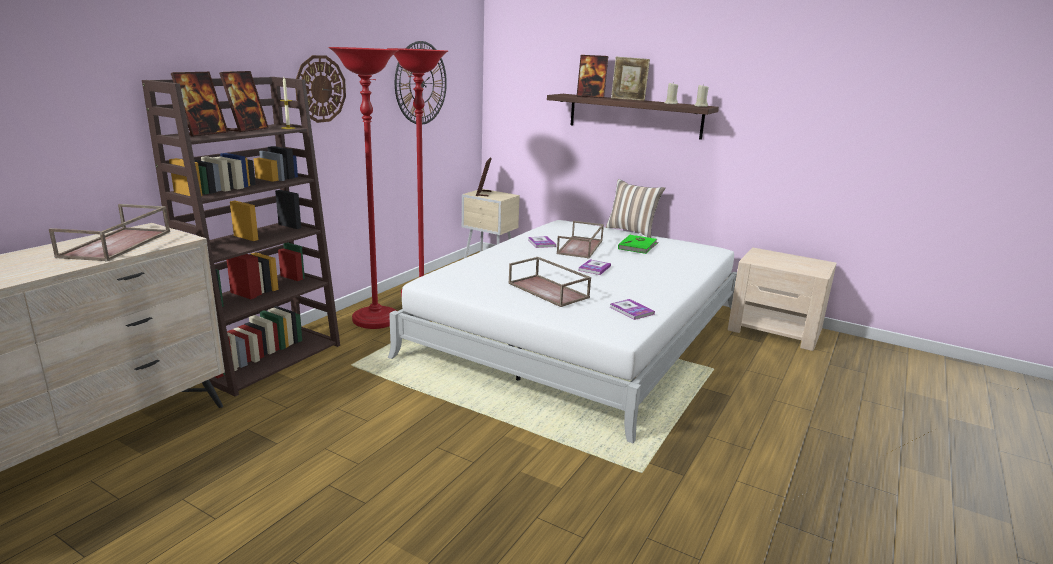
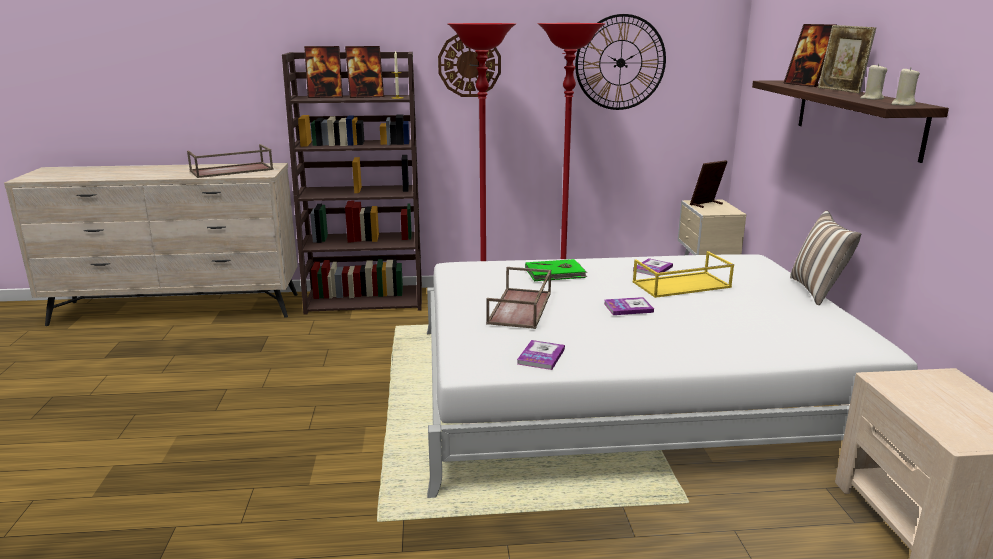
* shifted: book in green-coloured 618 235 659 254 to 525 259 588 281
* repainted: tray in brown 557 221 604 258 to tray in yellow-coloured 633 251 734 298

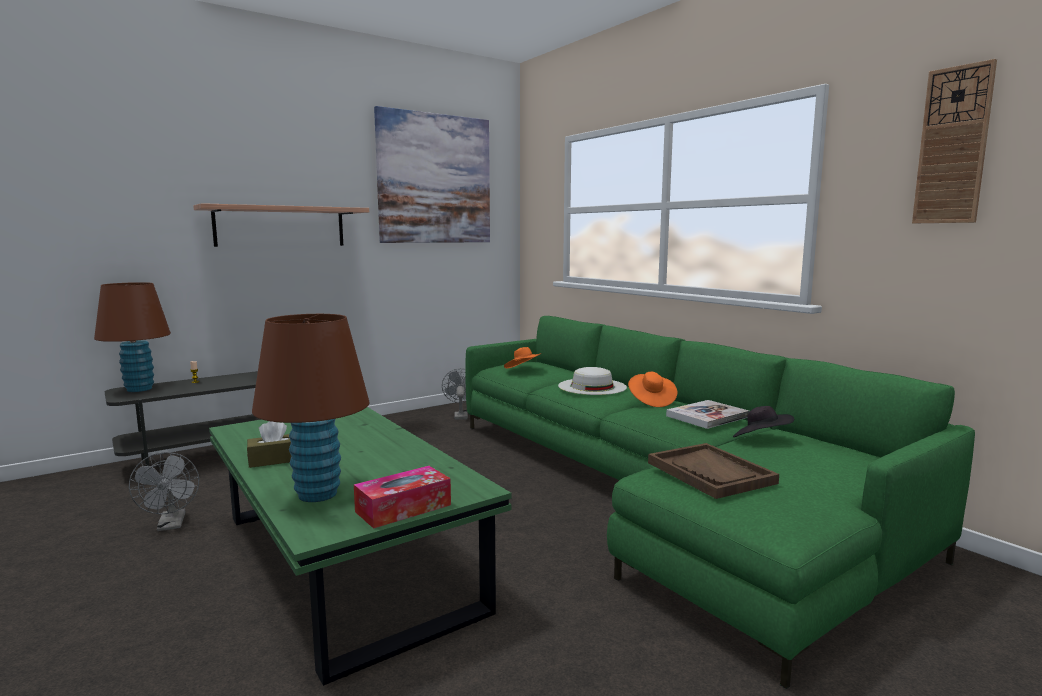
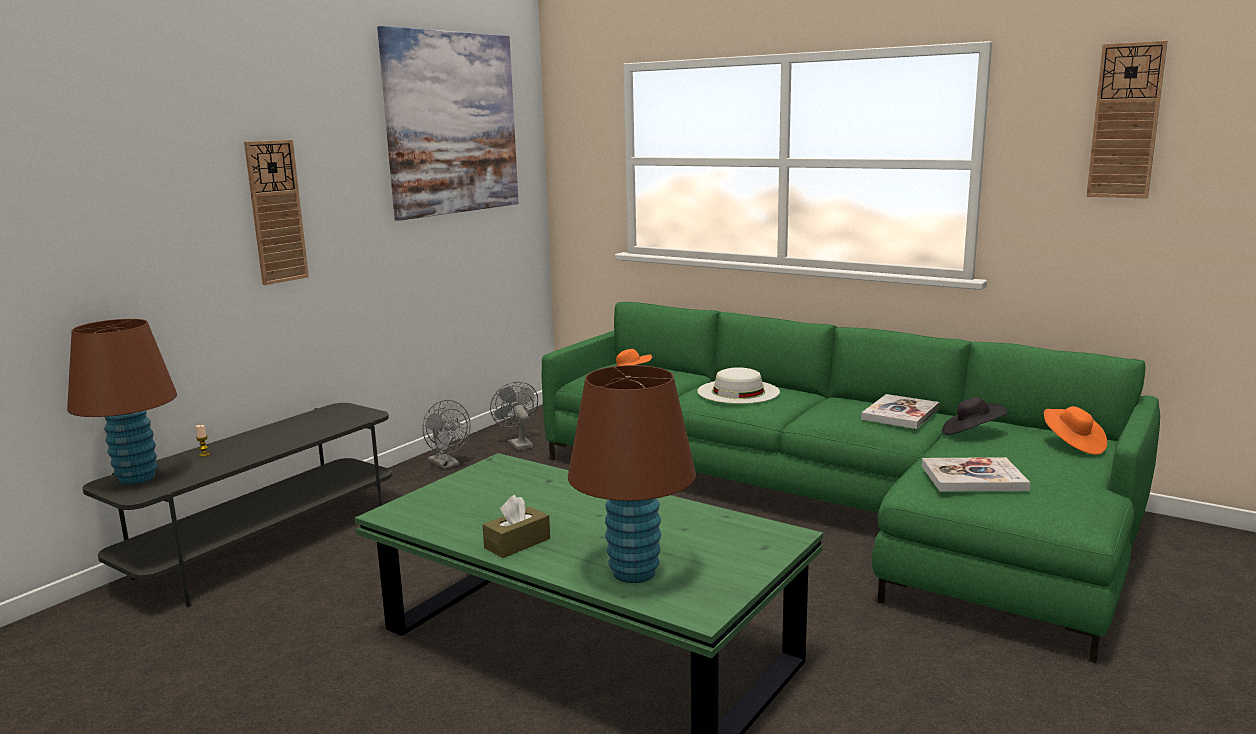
* gone: tissue holder 354 466 451 529
* shifted: fan in grey 129 452 199 531 to 422 400 471 469
* shifted: hat in orange 628 372 677 407 to 1044 406 1107 455
* swapped: wall shelf 193 203 369 247 to wall clock 244 140 309 285
* swapped: tray in brown 648 443 779 499 to book 922 457 1030 492

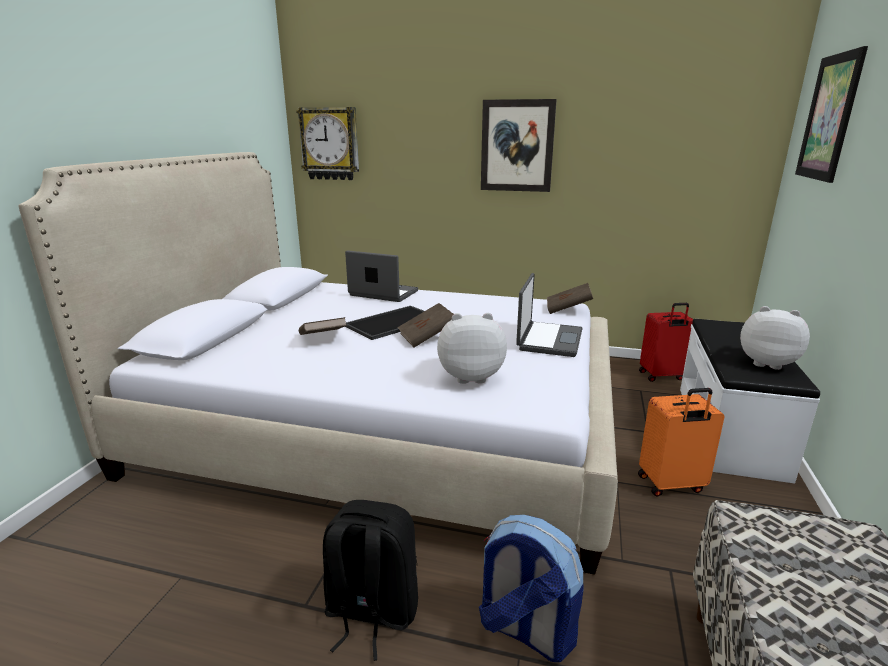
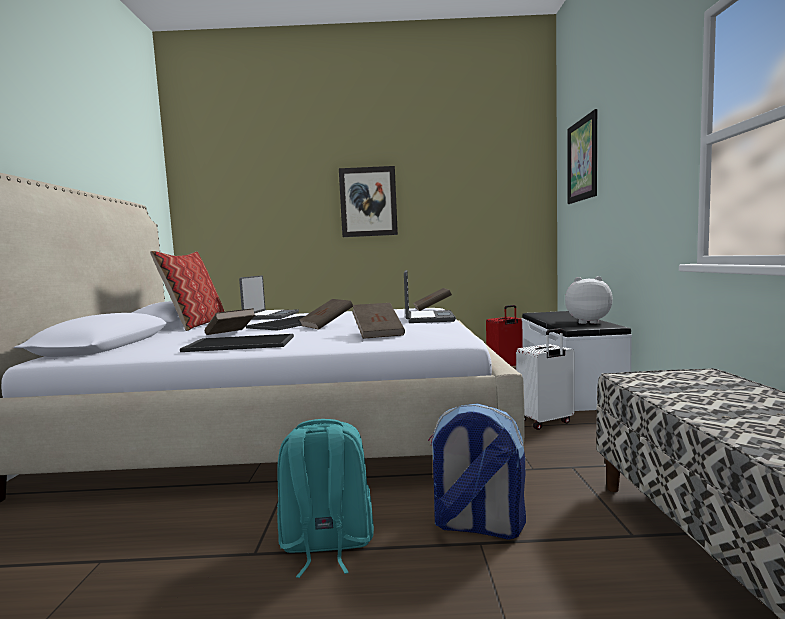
* gone: wall clock 296 107 359 180
* new: pillow 150 251 224 331
* new: tray 180 334 294 352
* swapped: soft toy 437 313 507 384 to book in brown 352 303 405 339
* repainted: backpack in blackish 323 500 418 661 to backpack in turquoise-coloured 277 419 374 578
* repainted: piece of luggage in orange 638 388 724 496 to piece of luggage in white-coloured 516 328 575 430
* rotated: notebook computer 345 250 418 302 = 239 275 299 320 90 degrees clockwise

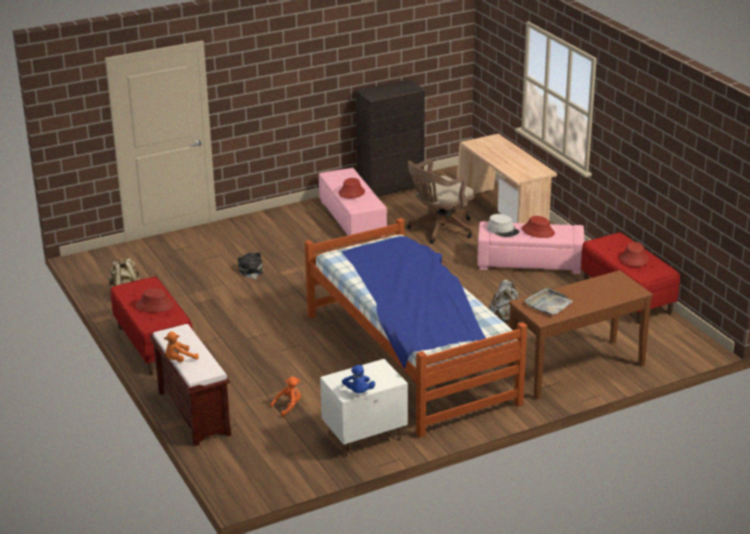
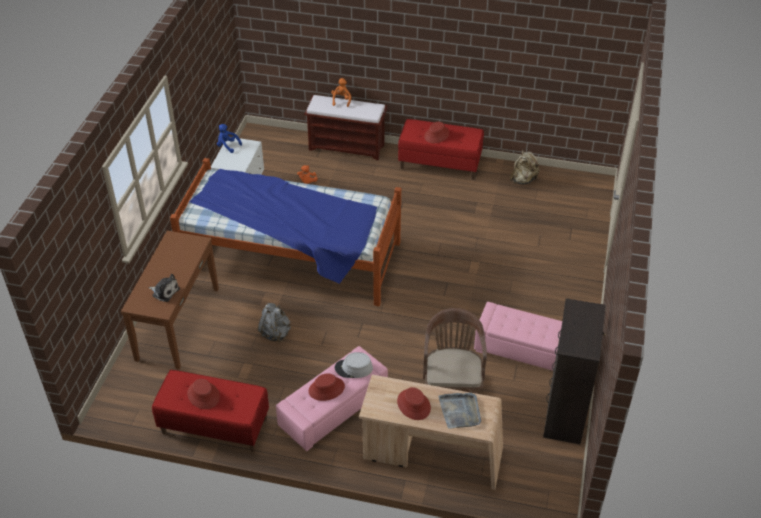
* shifted: soft toy 238 252 263 280 to 149 274 180 302
* shifted: hat in reddish 338 178 365 199 to 397 387 431 420
* shifted: tray in grey 525 288 573 315 to 439 393 481 428

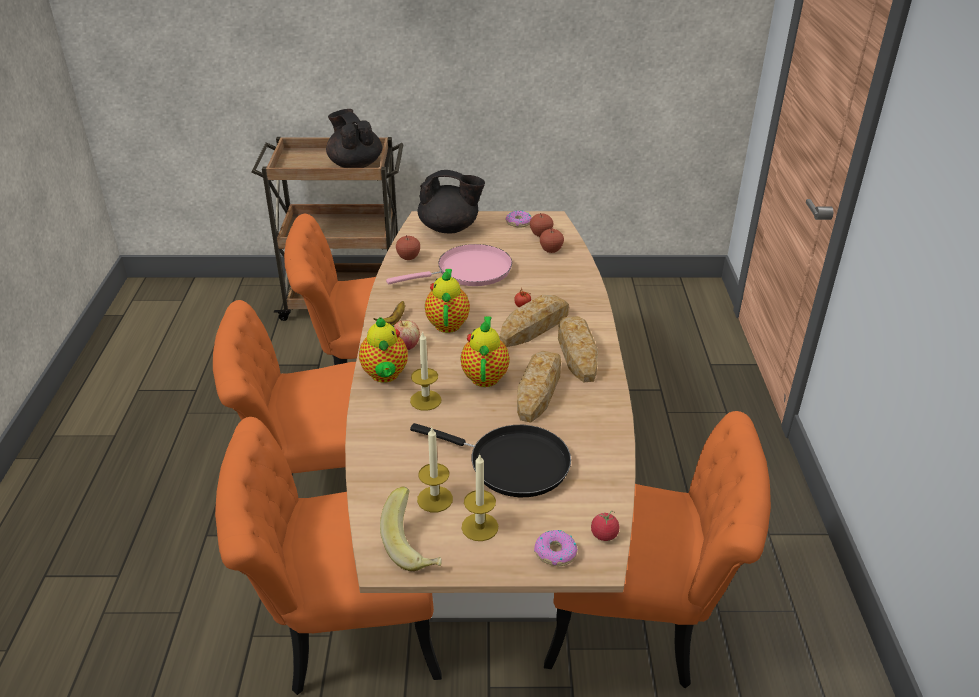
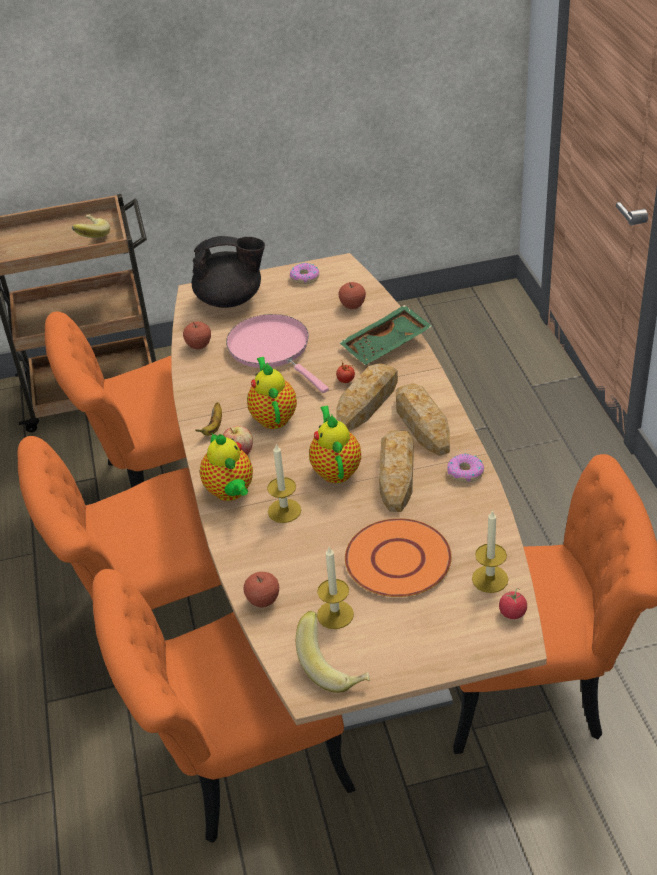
* new: tray in green-coloured 339 305 432 365
* shifted: wax candle 461 453 499 541 to 472 510 508 593
* shifted: whole apple 530 213 553 237 to 244 572 279 607
* shifted: doughnut 534 530 578 566 to 447 454 484 482
* swapped: tea pot in blackish 326 109 382 168 to whole banana 72 214 110 238
* swapped: pan in blackish 410 423 571 497 to flat dish in orange 345 518 452 597
* rotated: pan in pinkish 386 244 512 286 = 226 314 329 393 90 degrees counterclockwise

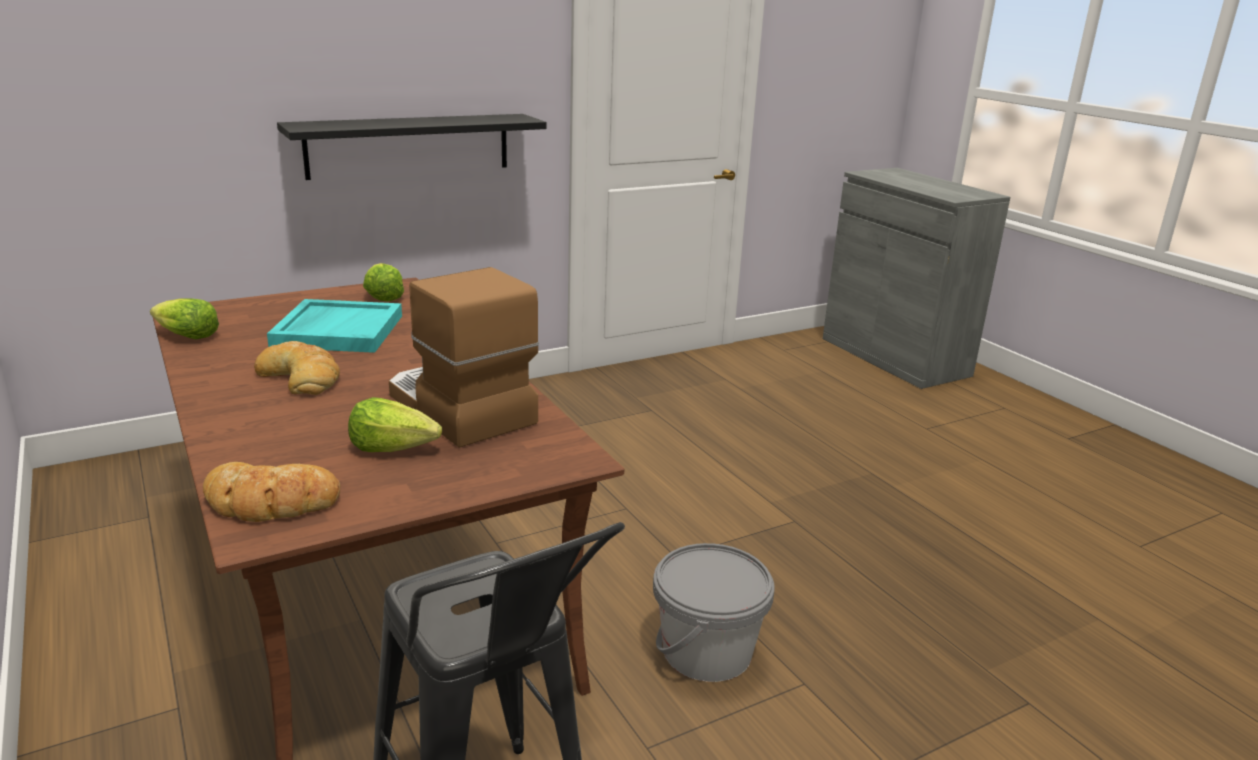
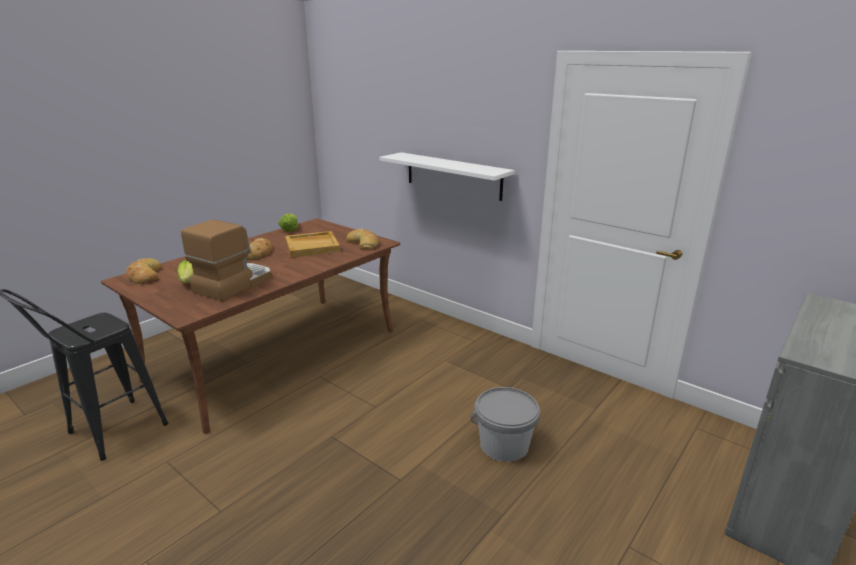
* shifted: water bucket in grey 653 543 775 682 to 470 387 540 462
* swapped: head of lettuce 363 263 404 301 to bakery bread 346 229 379 250
* repainted: tray in turquoise-coloured 267 299 402 353 to tray in sand-coloured 285 231 340 258
* repainted: wall shelf in blackish 277 114 547 180 to wall shelf in white-coloured 379 152 515 201

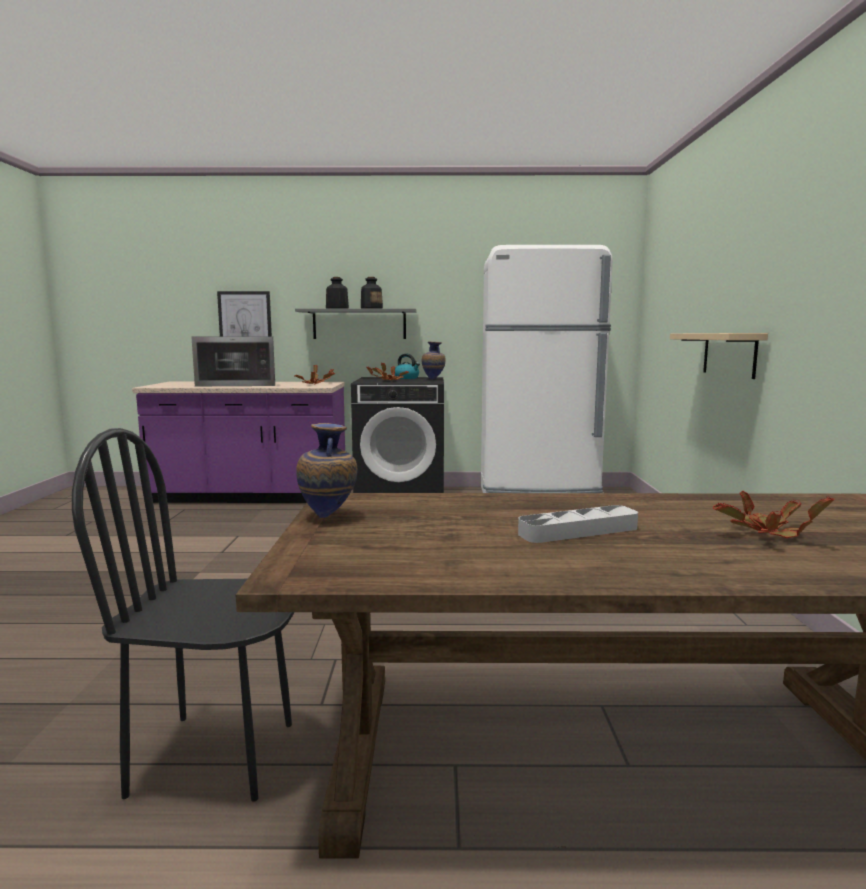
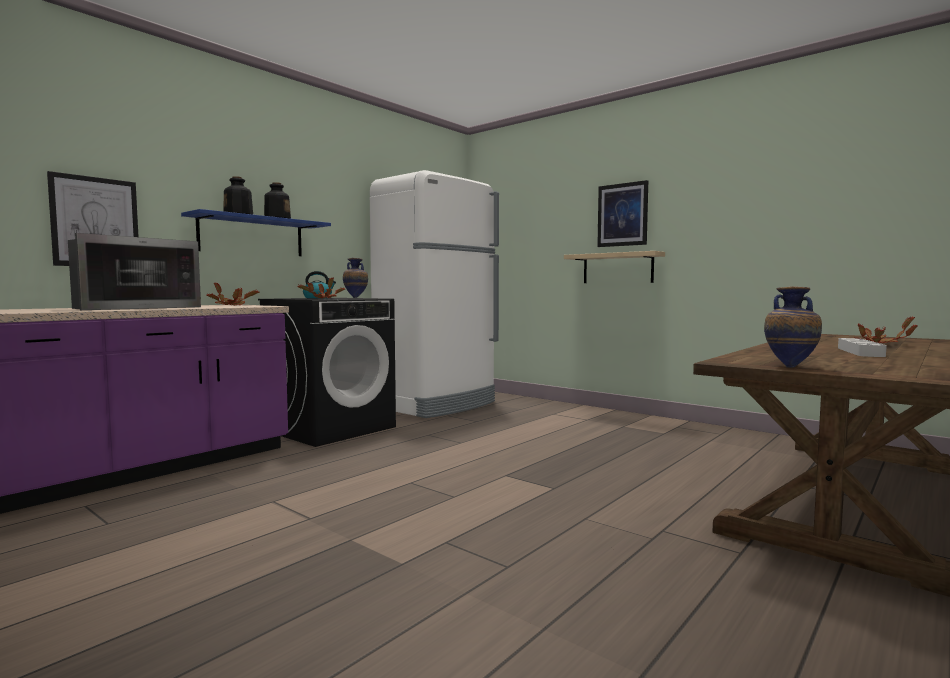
* gone: plain chair in blackish 72 428 295 802
* new: wall picture 597 180 648 247
* repainted: wall shelf in grey 295 308 417 339 to wall shelf in bluish 181 209 331 256

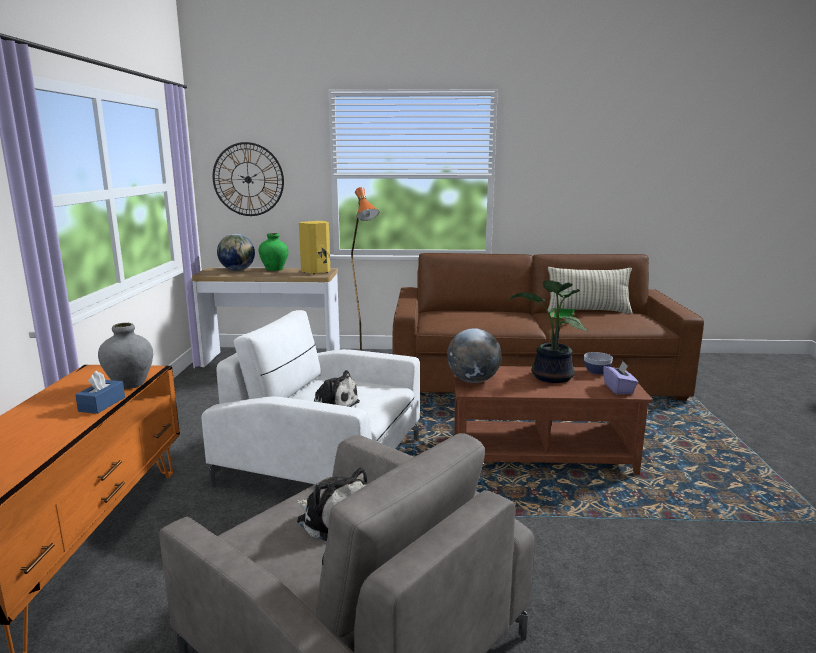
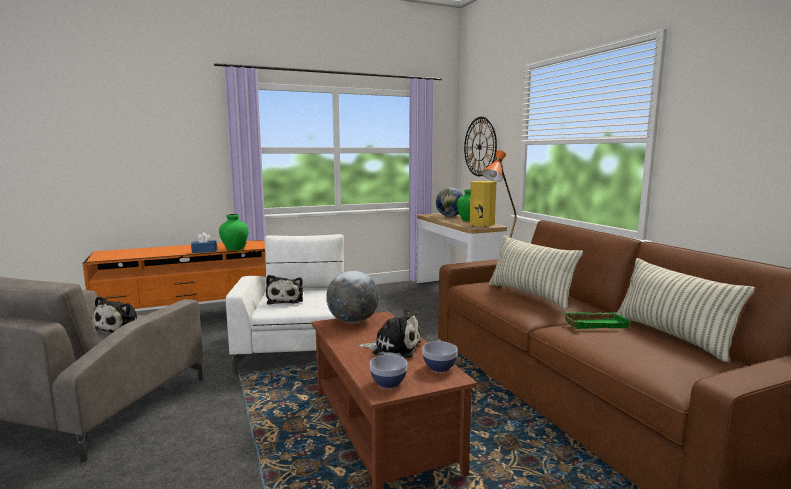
* new: pillow 489 235 583 309
* swapped: potted plant 510 280 589 383 to soft toy 358 309 421 358
* swapped: tissue holder in purple 603 361 638 394 to serving bowl 370 355 407 388
* repainted: vase in grey 98 323 153 389 to vase in green-coloured 219 214 249 251

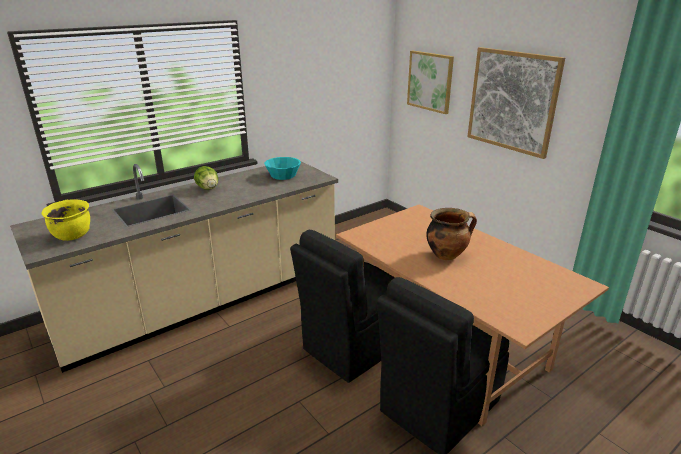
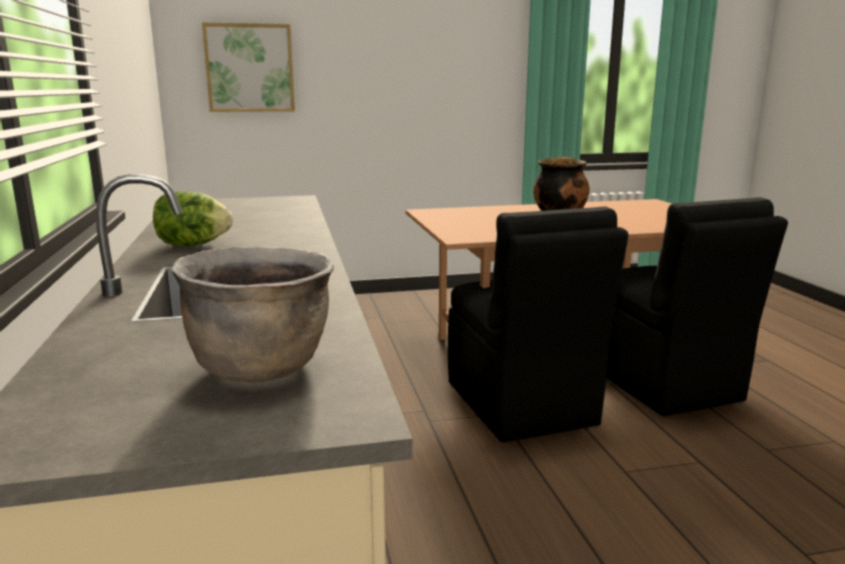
* gone: serving bowl in turquoise-coloured 264 157 301 180
* gone: wall picture 467 47 565 159
* repainted: stockpot in yellow-coloured 41 199 90 241 to stockpot in brown 171 247 334 382

